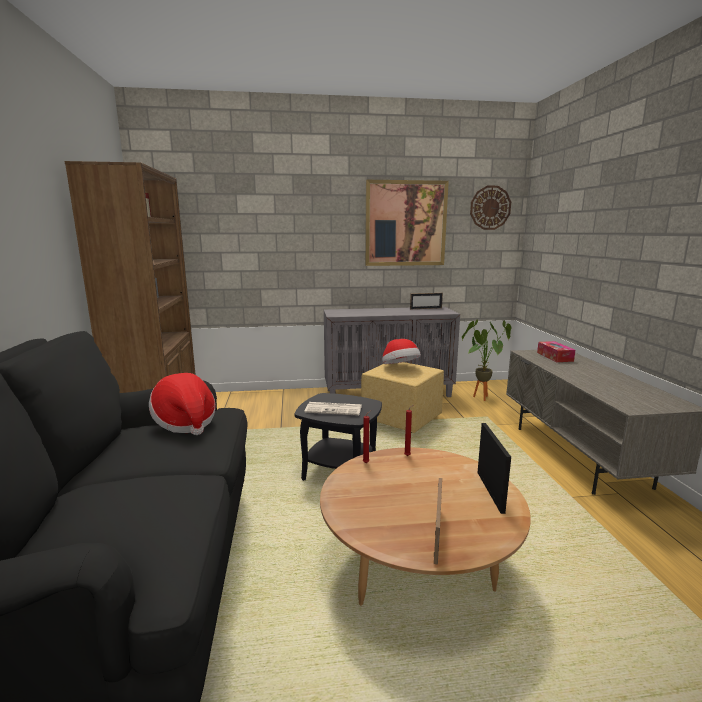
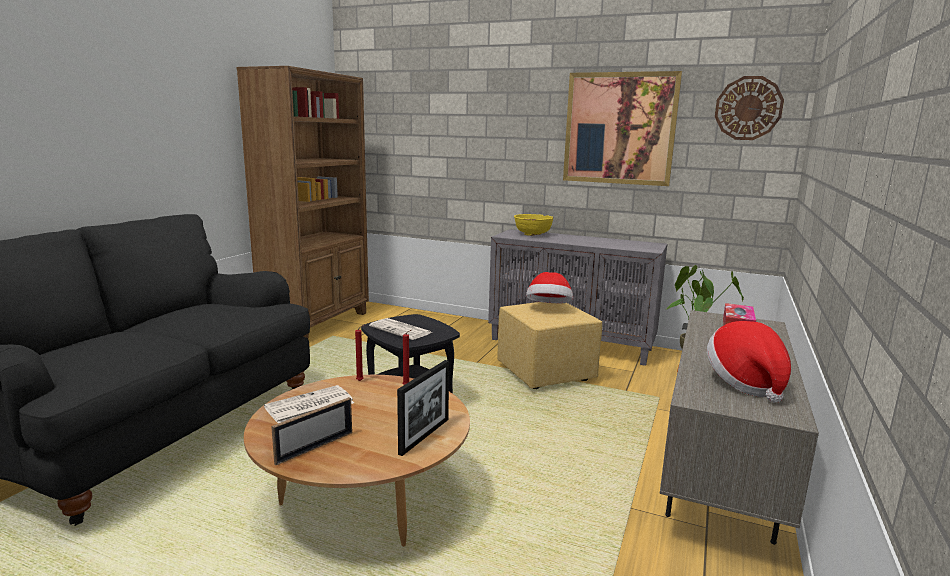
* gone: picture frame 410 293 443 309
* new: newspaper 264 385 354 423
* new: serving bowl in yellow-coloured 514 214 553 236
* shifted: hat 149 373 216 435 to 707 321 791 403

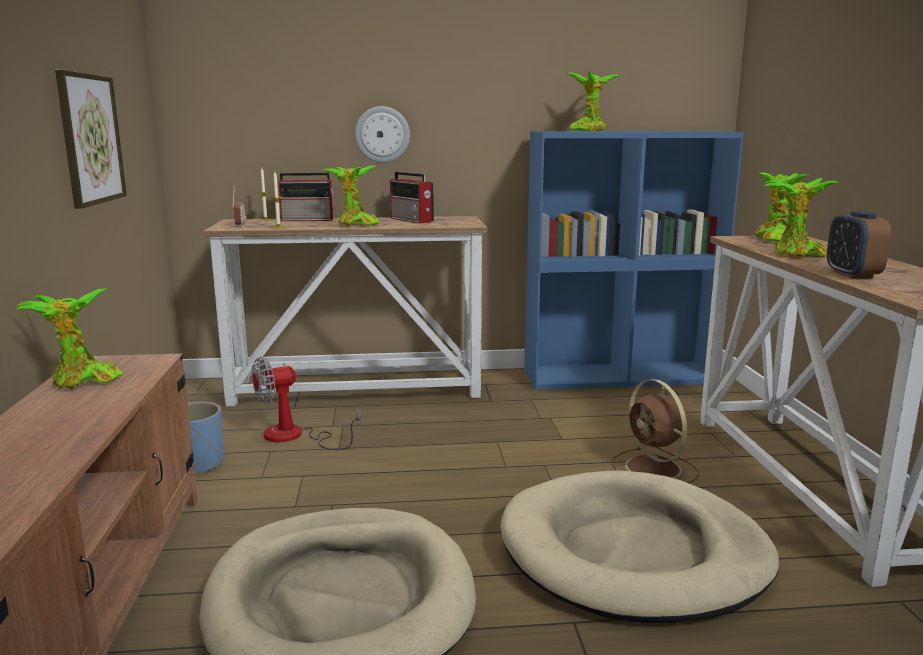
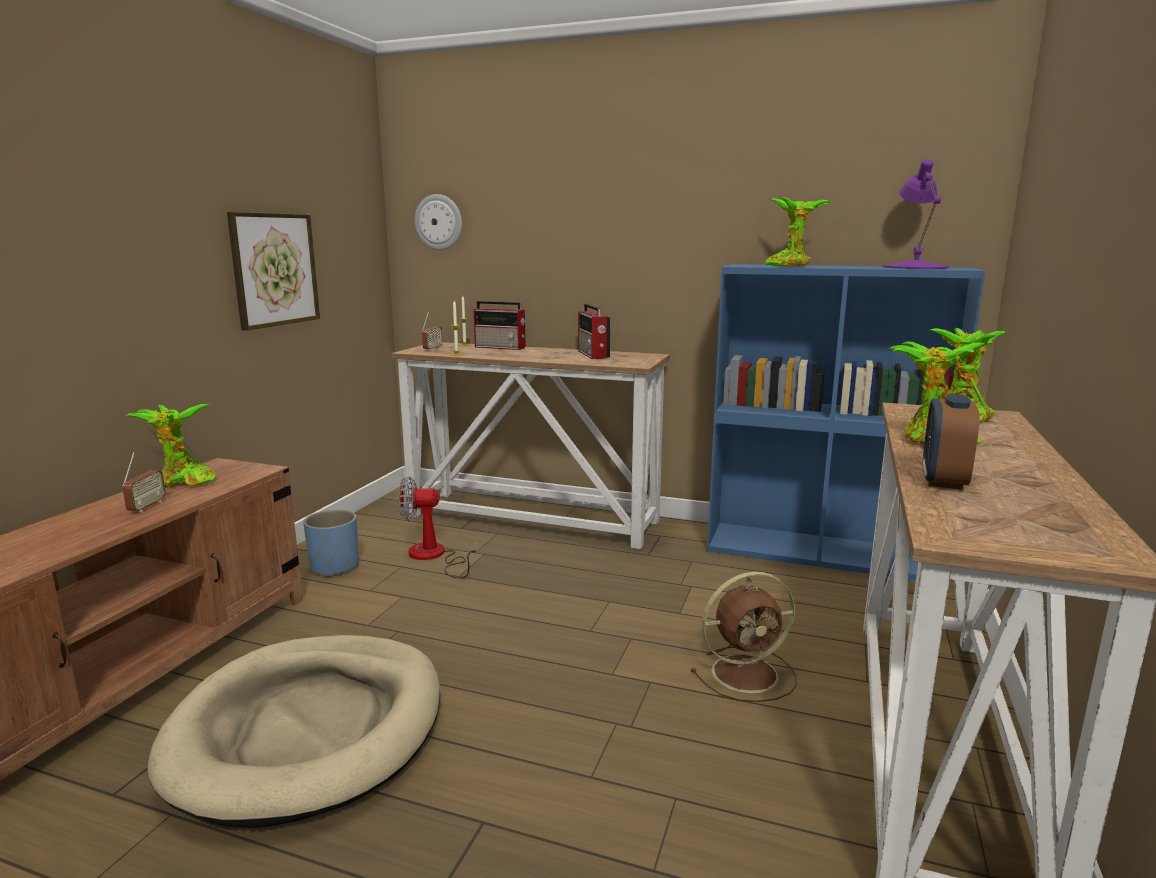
* gone: potted plant 323 165 379 226
* gone: pet bed in sand-coloured 500 471 779 623
* new: radio receiver 122 452 166 513
* new: tabletop lamp in purple 883 159 949 269
* shifted: wall clock 355 106 410 163 to 415 194 462 250
* rotated: fan in brown 612 379 699 483 = 691 572 797 702 105 degrees counterclockwise

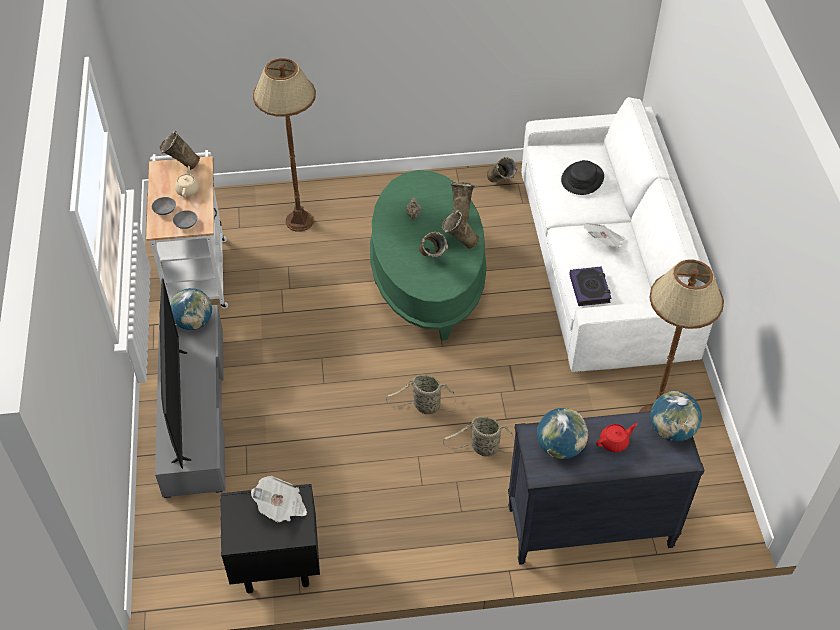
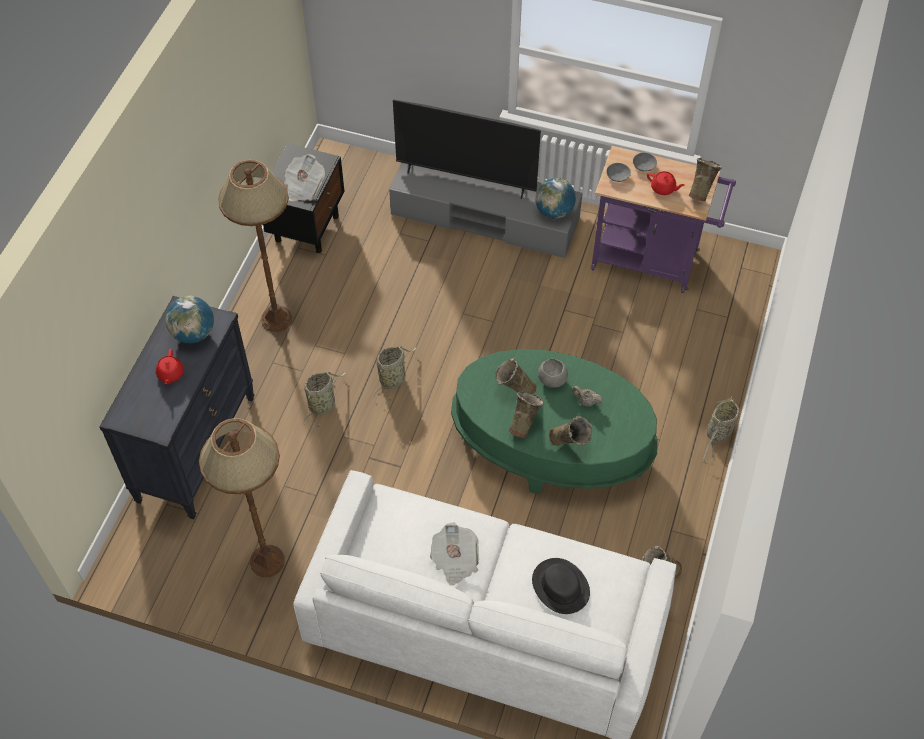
* gone: book 569 266 612 306
* gone: world globe 650 391 702 442
* new: serving bowl in grey 538 359 568 388
* new: household basket 702 396 740 464
* shifted: standard lamp in brown 253 58 316 232 to 218 160 292 332
* repainted: trolley in white-coloured 146 150 228 308 to trolley in purple 591 146 736 293
* repainted: tea pot in sand-coloured 175 166 199 198 to tea pot in reddish 647 171 685 195

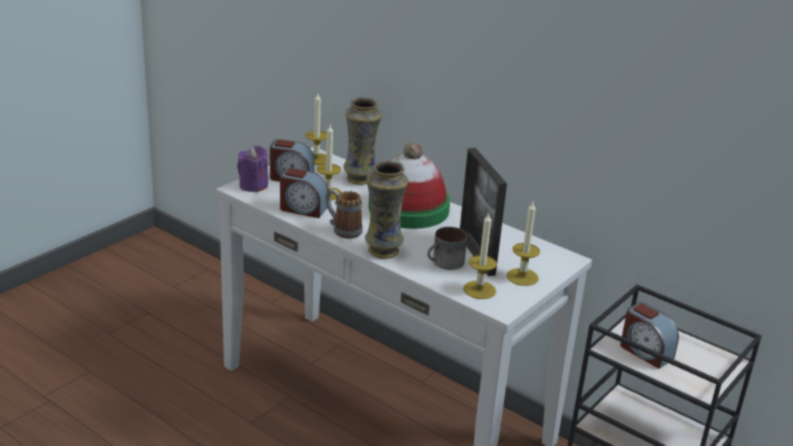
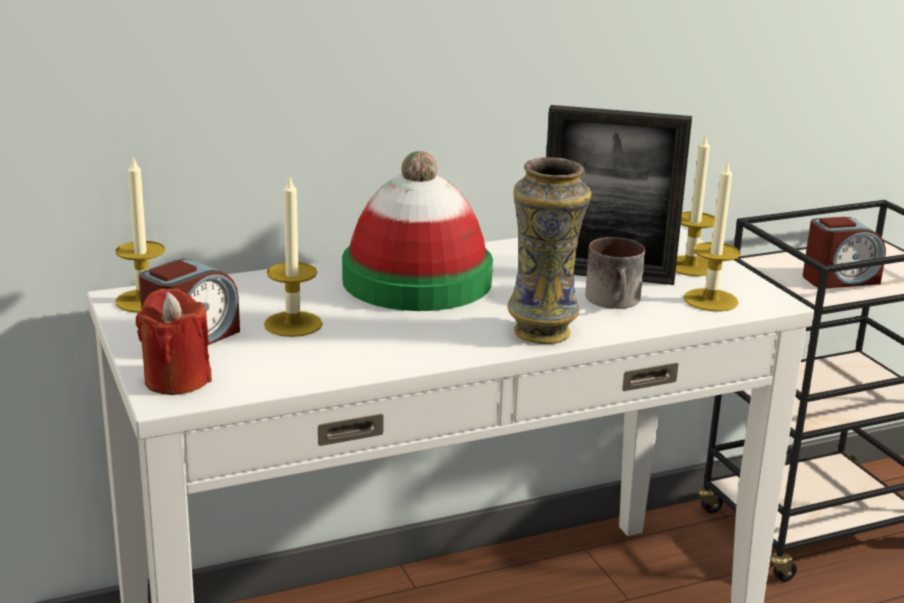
* gone: bedside clock 280 168 328 218
* gone: coffee mug 326 189 363 239
* gone: vase 343 97 382 185
* repainted: wax candle in purple 237 146 268 192 to wax candle in reddish 136 288 212 395

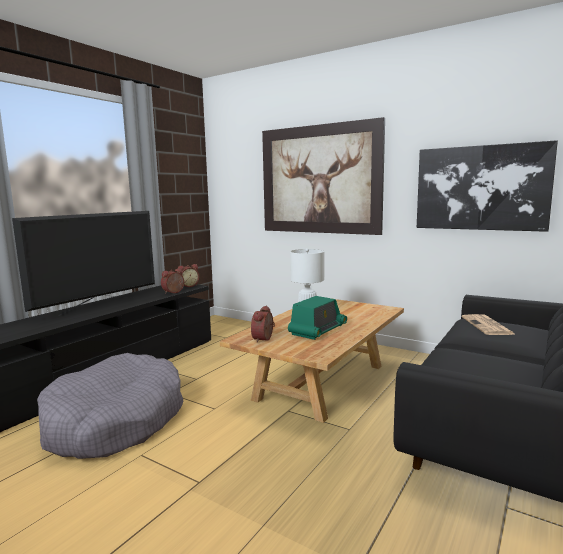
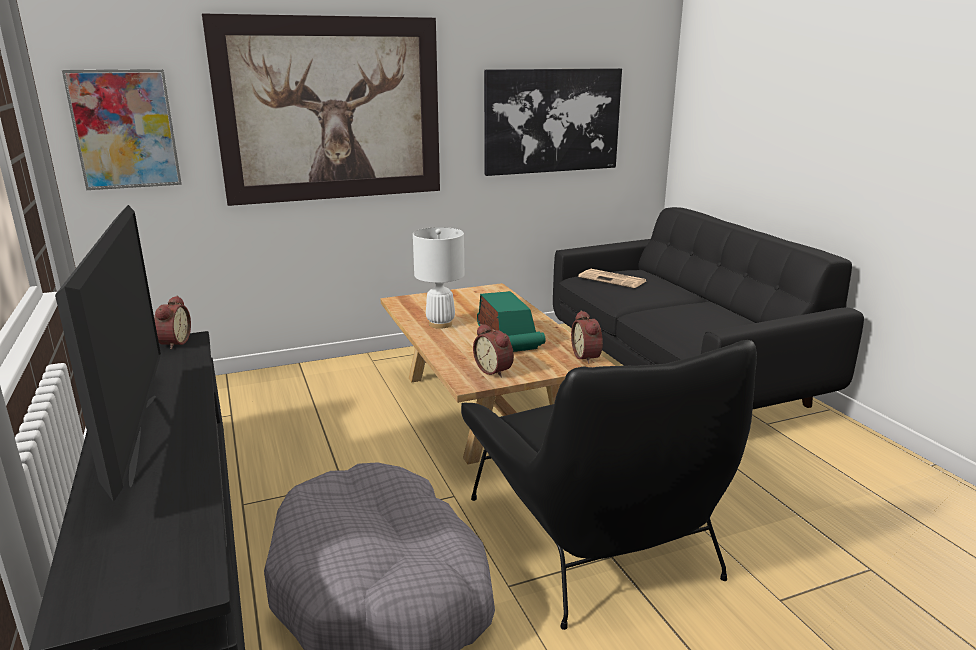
* new: wall picture 62 69 182 190
* new: lounge chair in blackish 461 340 757 630
* shifted: bedside clock 161 268 184 294 to 571 310 603 364

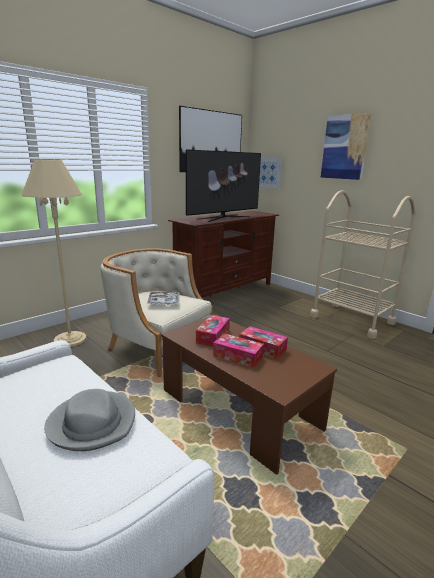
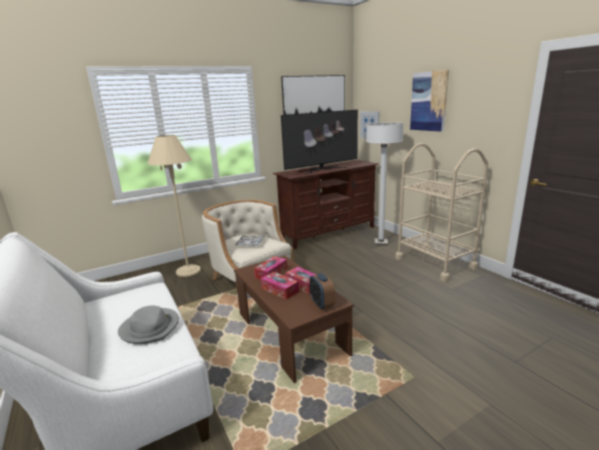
* new: bedside clock 309 273 335 310
* new: standard lamp in white-coloured 366 122 404 245

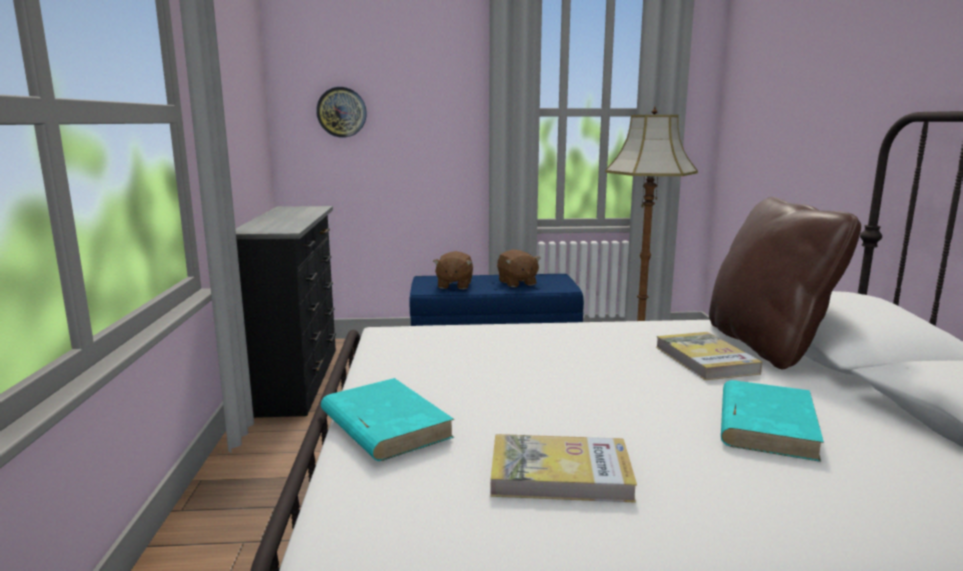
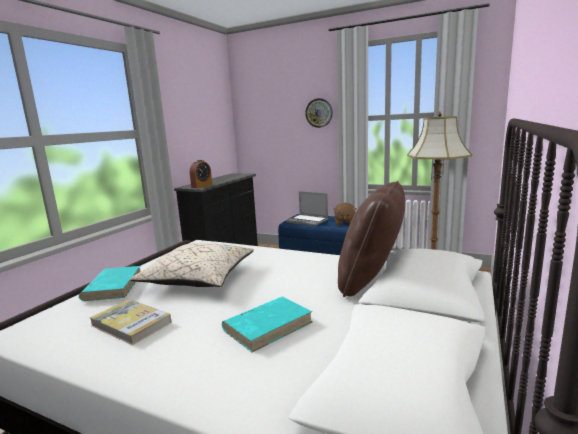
* gone: book 656 332 762 380
* new: pillow in sand-coloured 129 243 254 287
* new: bedside clock 189 160 212 188
* shifted: wall clock 316 87 367 138 to 305 98 333 128
* swapped: soft toy in brown 433 251 473 289 to notebook computer 286 191 328 226

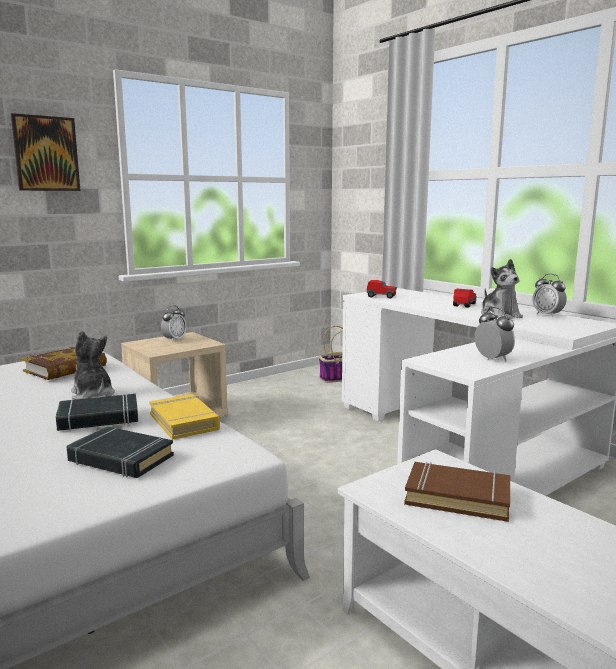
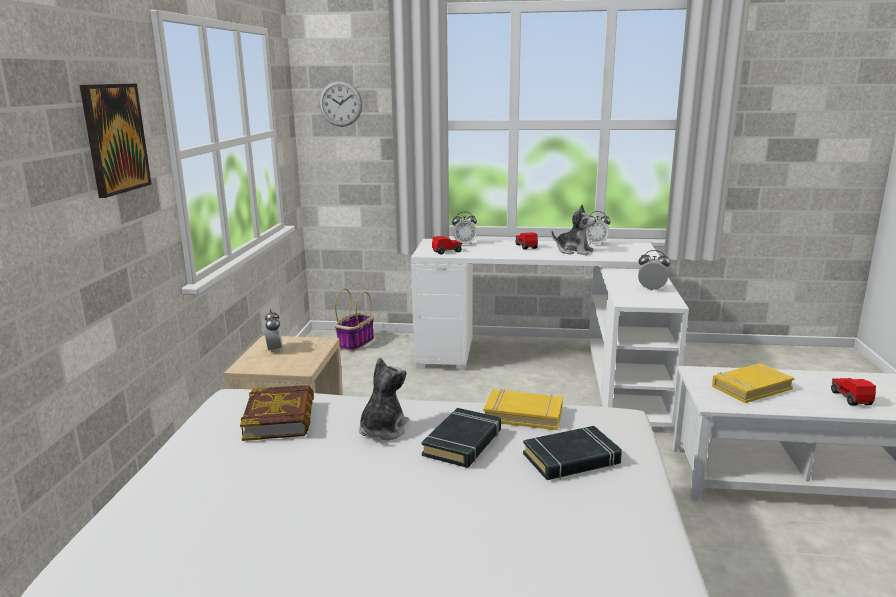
* new: wall clock 319 81 362 127
* new: bedside clock 452 212 477 245
* new: model car 831 378 876 406
* repainted: book in brown 404 462 510 522 to book in yellow-coloured 712 363 794 403
* rotated: soft toy 71 330 115 400 = 359 357 409 440 105 degrees clockwise

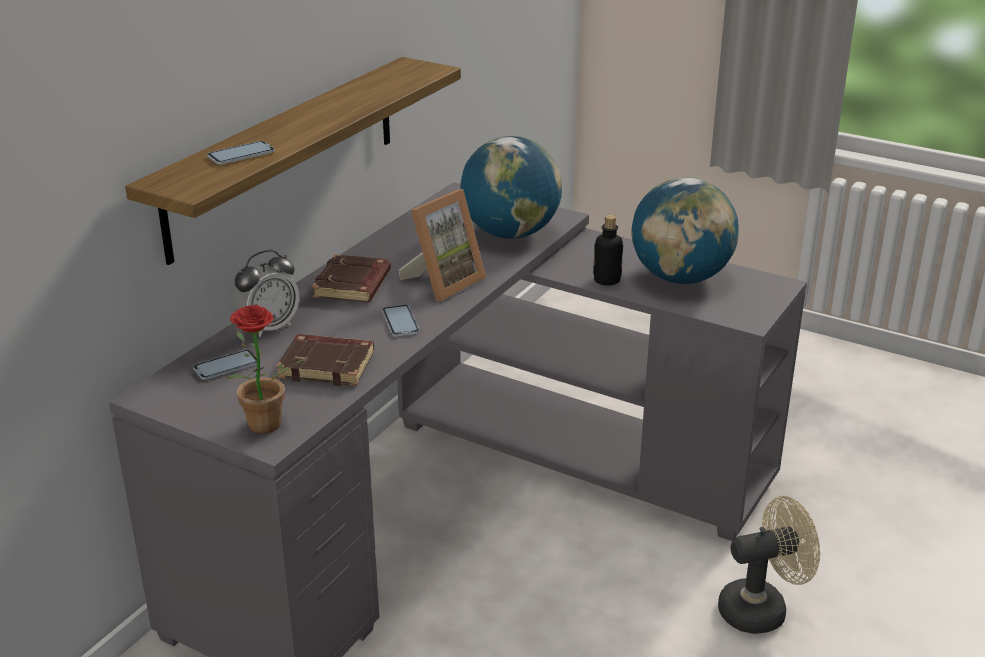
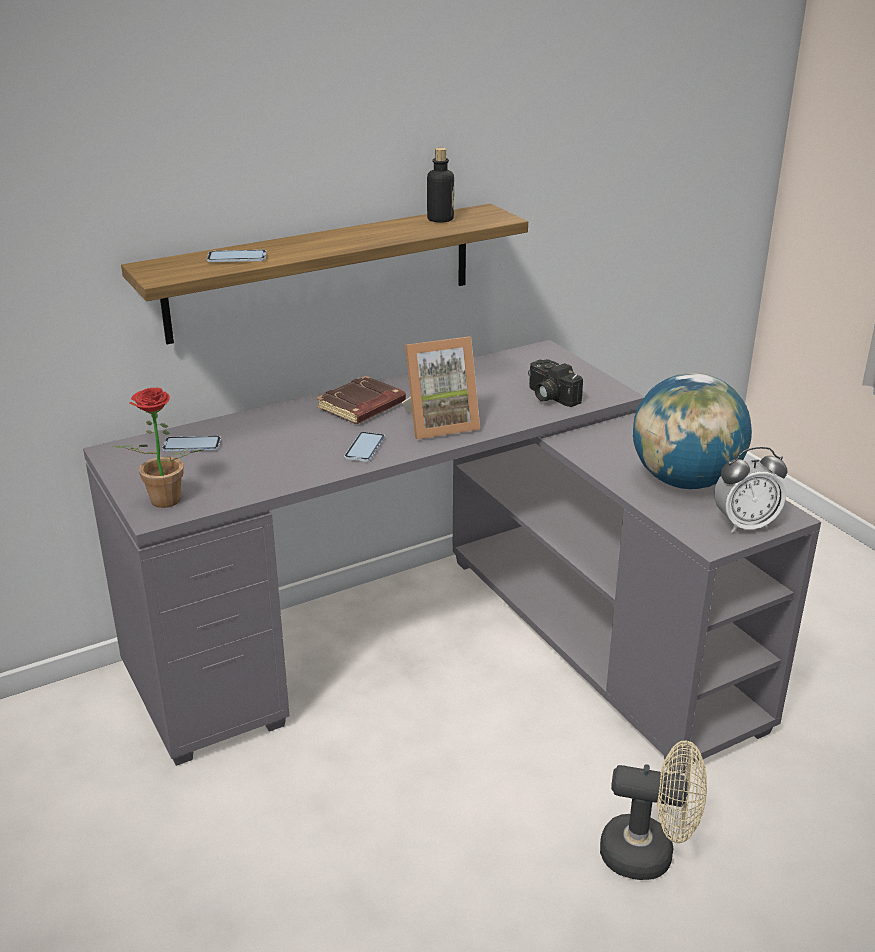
* gone: book in brown 276 334 374 386
* shifted: bedside clock 233 250 299 337 to 714 447 787 533
* shifted: bottle 593 215 623 286 to 427 148 454 223
* swapped: world globe 460 136 562 239 to still camera 528 359 583 407

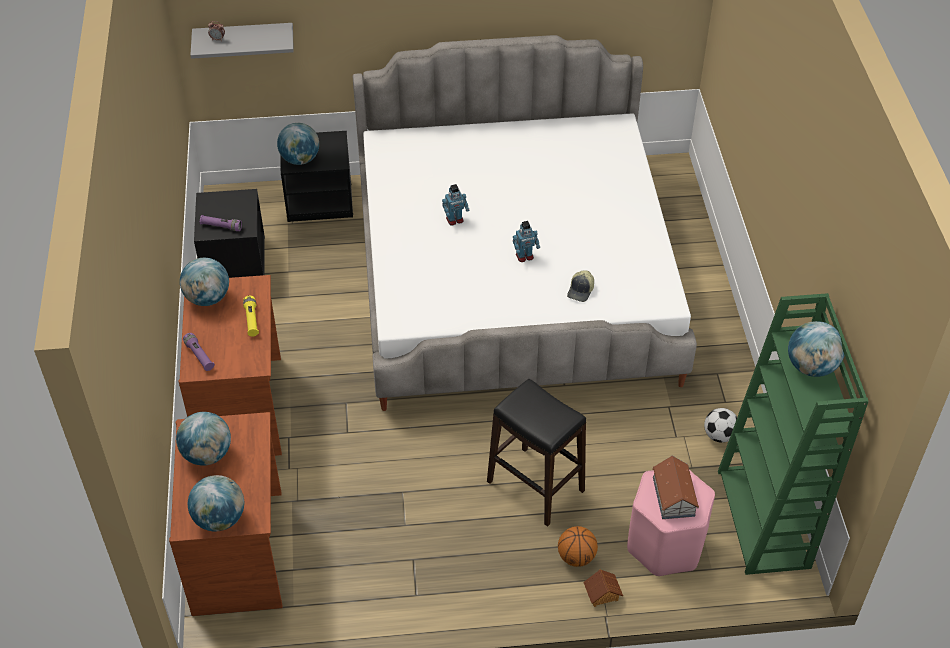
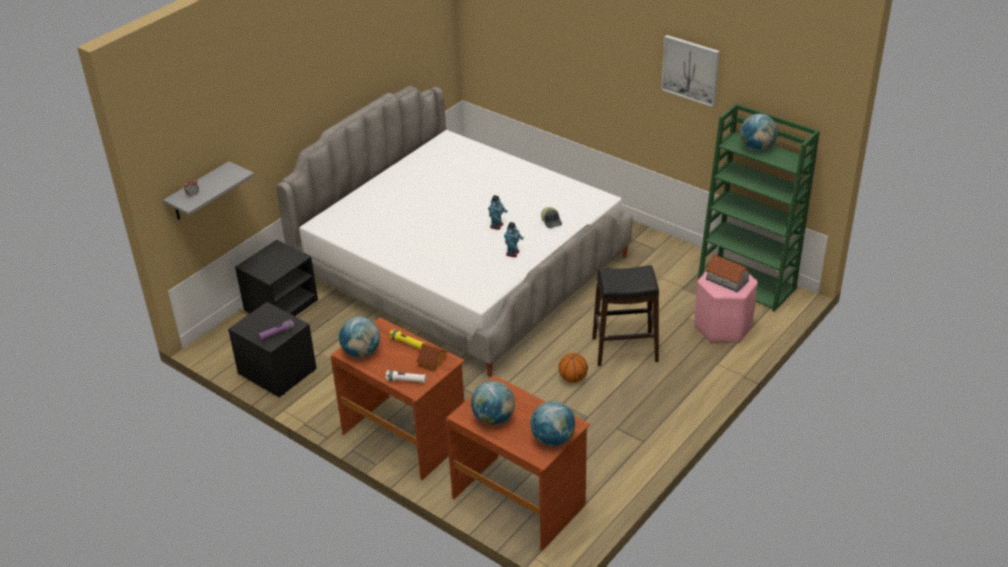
* gone: world globe 277 123 319 165
* gone: football ball 704 408 737 443
* new: wall picture 661 35 720 107
* shifted: toy robot 442 184 469 225 to 504 222 524 257
* shifted: ball for basketball 558 526 598 567 to 558 353 588 383
* shifted: miniature house 583 569 623 607 to 417 344 448 372
* repainted: flashlight in purple 183 333 215 371 to flashlight in white-coloured 386 370 426 383

